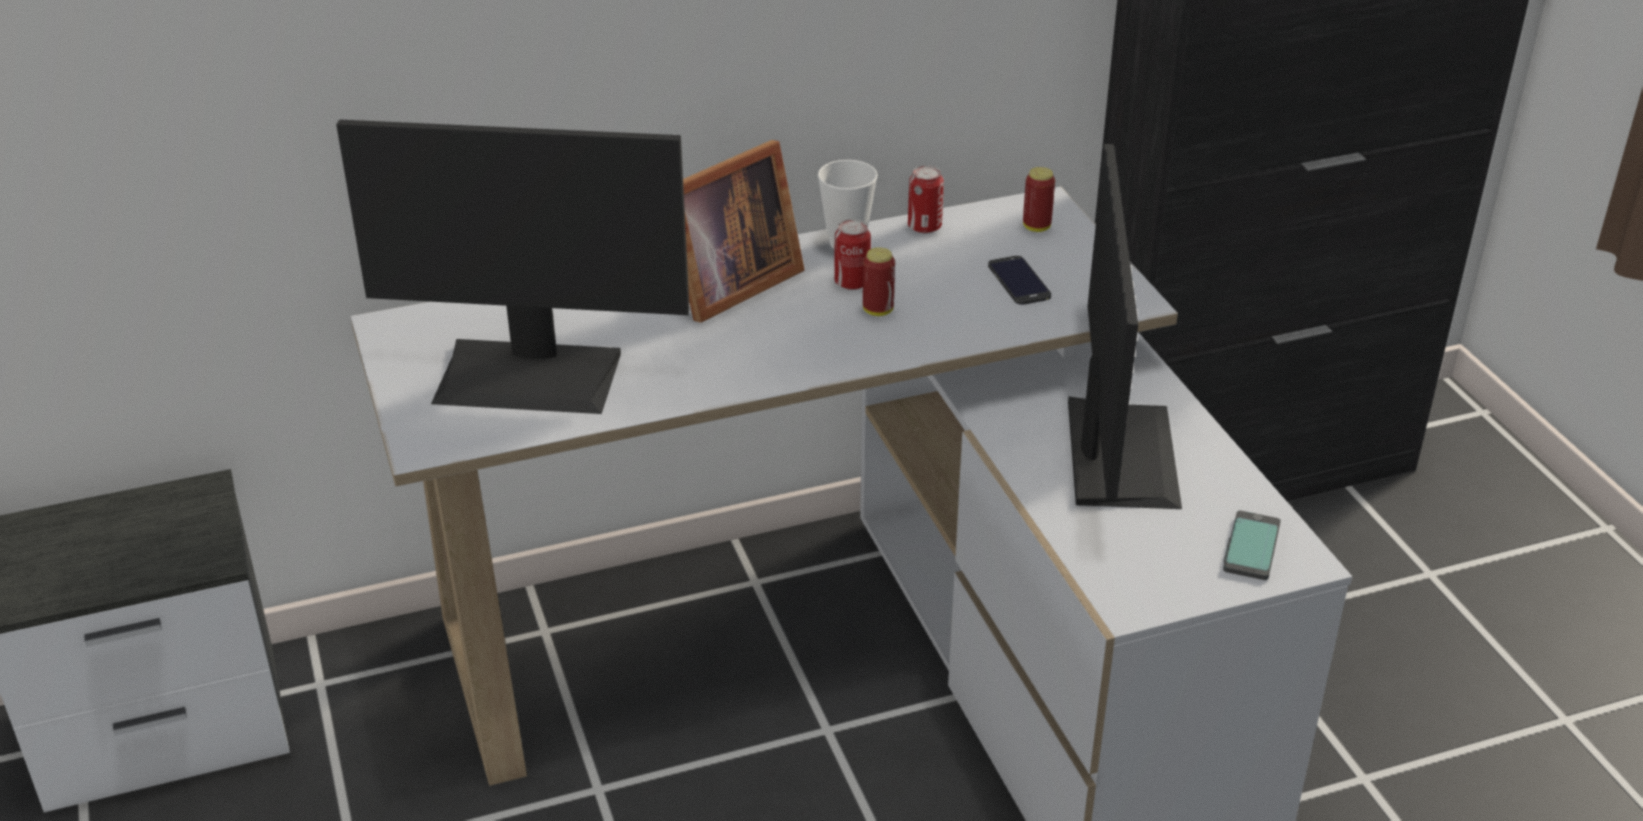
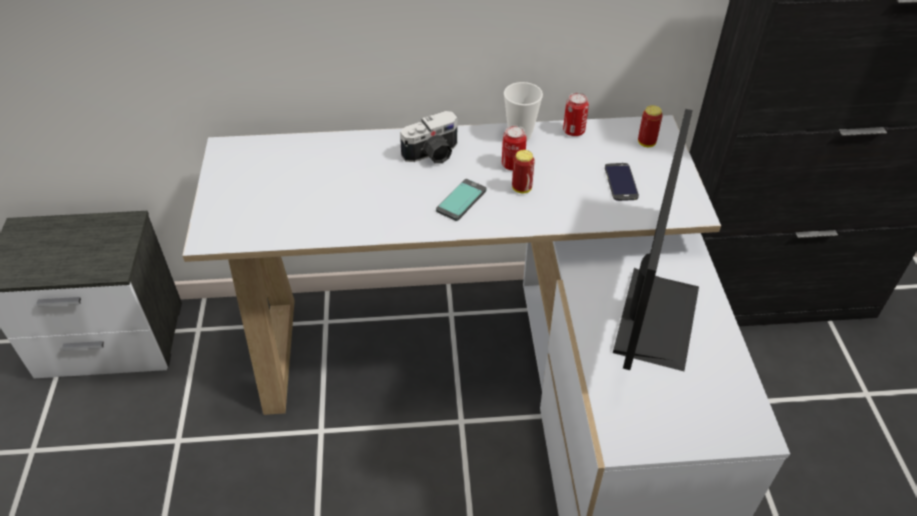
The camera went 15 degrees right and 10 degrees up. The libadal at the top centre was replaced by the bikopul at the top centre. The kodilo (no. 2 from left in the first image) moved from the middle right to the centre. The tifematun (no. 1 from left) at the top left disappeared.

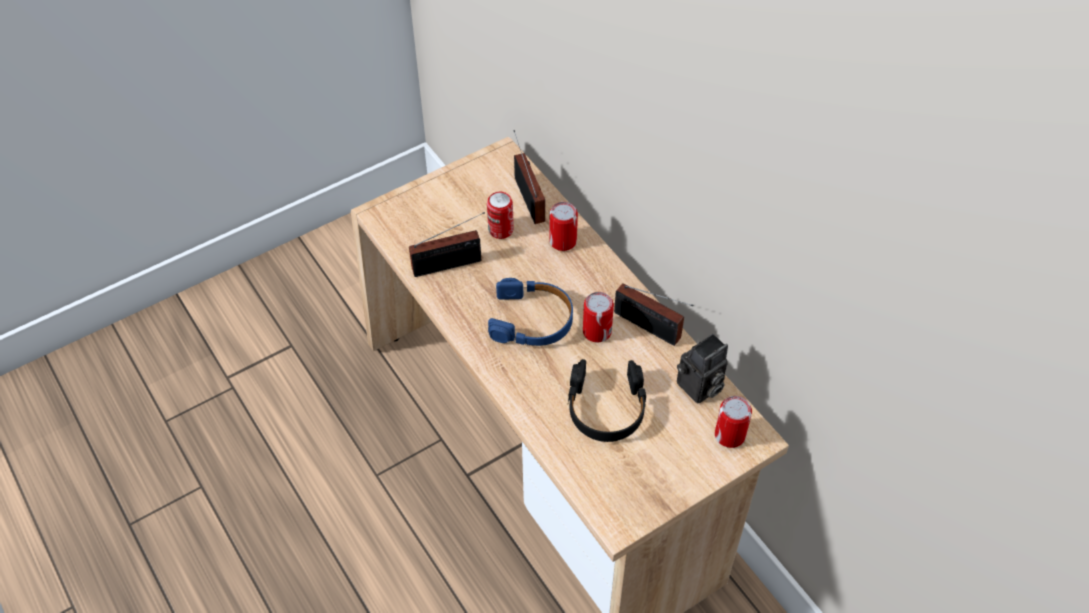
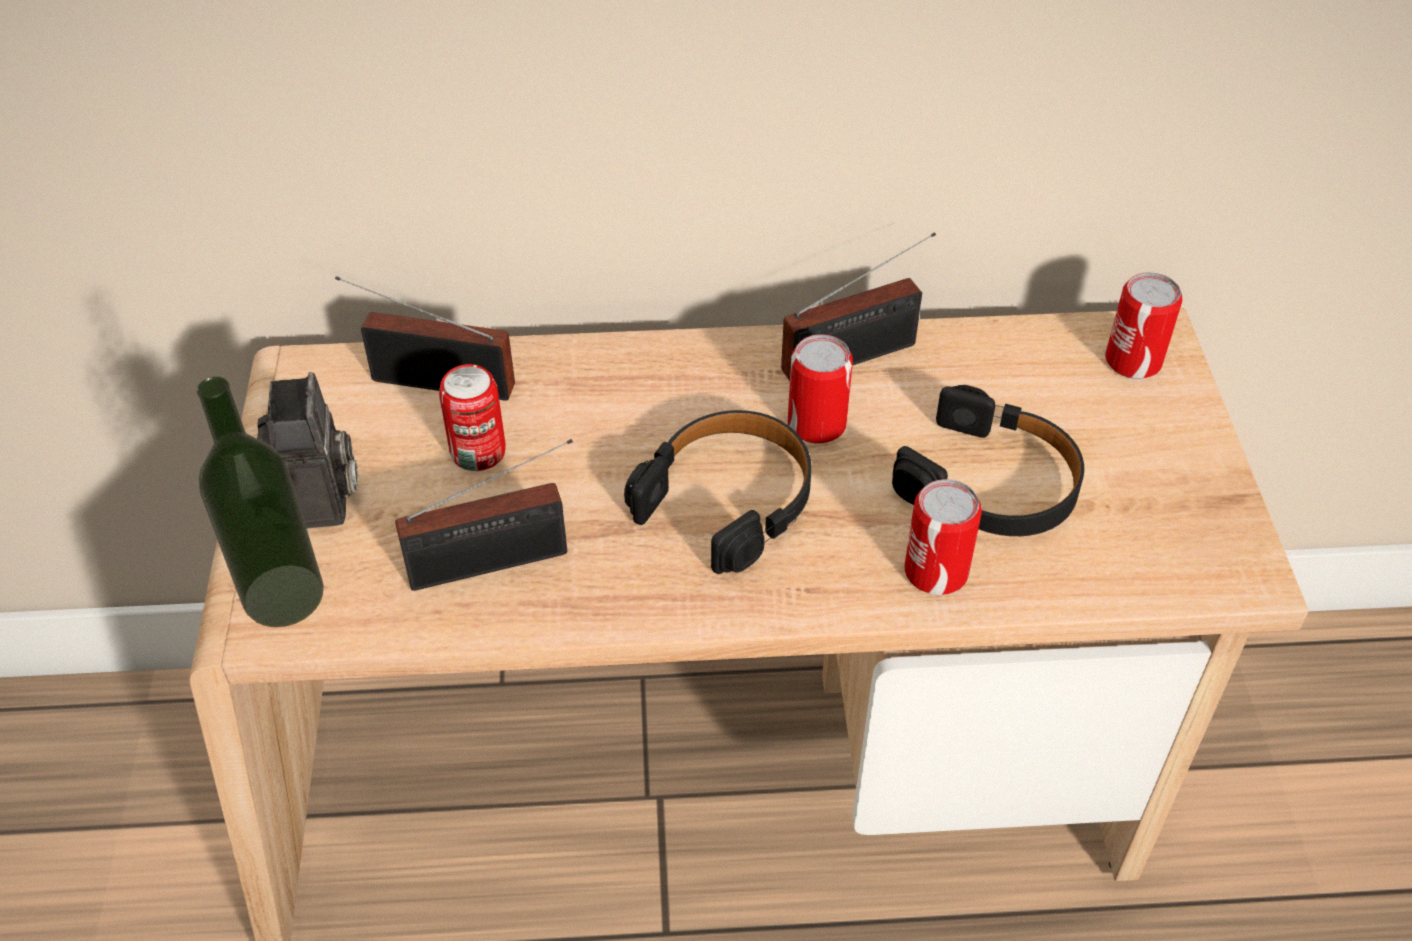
The camera went 60 degrees left and 5 degrees down. The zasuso at the middle left appeared. The bikopul moved from the centre to the middle left. The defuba (no. 1 from left in the first image) at the centre turned 60 degrees clockwise. The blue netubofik at the centre became the black netubofik (no. 1 from left) at the centre. The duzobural (no. 2 from left in the first image) moved from the centre to the middle right.

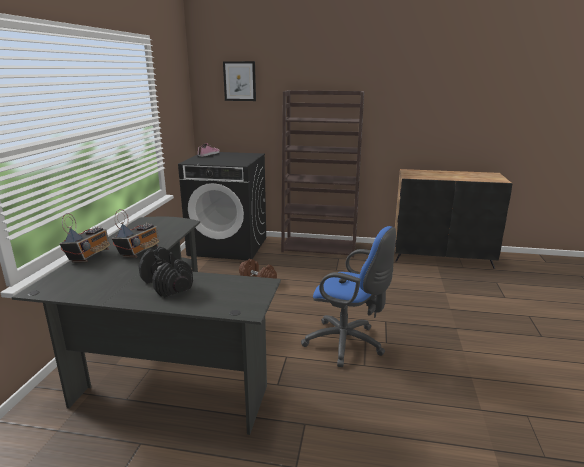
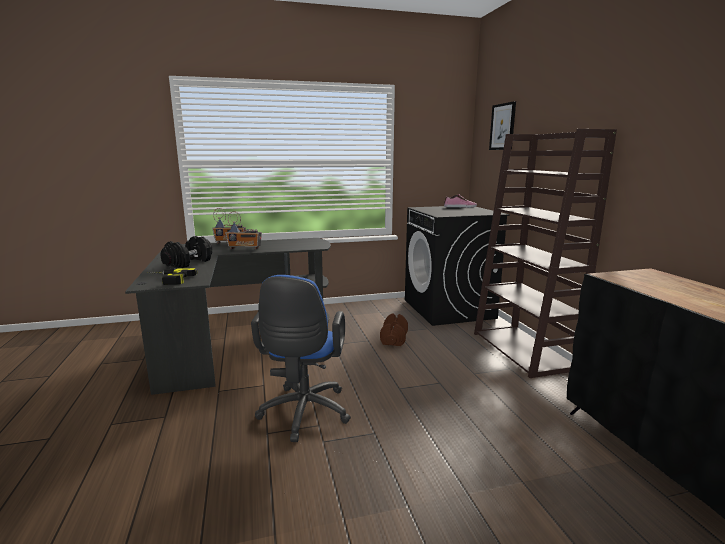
The camera went 65 degrees right and 5 degrees down. The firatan at the middle left appeared.

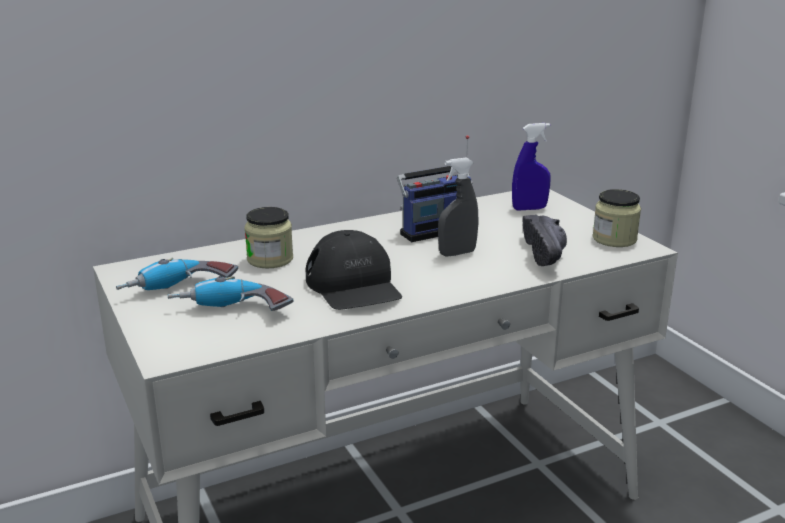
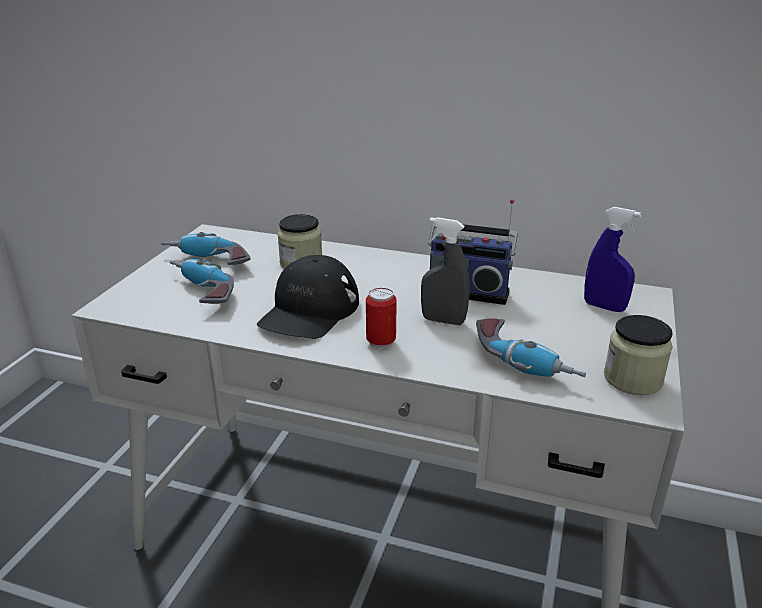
The camera went 45 degrees right and 5 degrees up. The duzobural at the centre appeared. The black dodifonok at the middle right was replaced by the firatan (no. 3 from left) at the middle right.

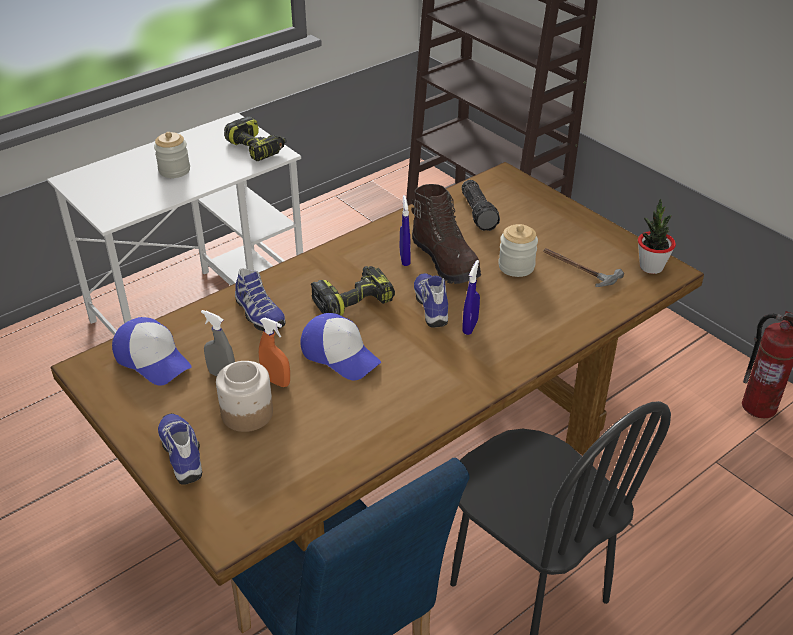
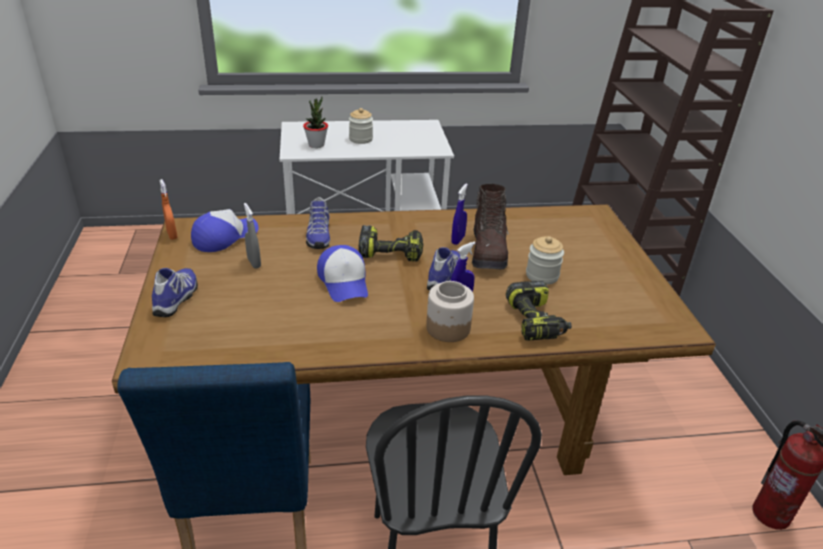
The camera went 30 degrees right and 5 degrees down. The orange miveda moved from the centre to the middle left. The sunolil (no. 1 from left) at the middle left turned 120 degrees counterclockwise. The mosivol moved from the middle right to the top centre. The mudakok (no. 2 from left) moved from the middle left to the centre. The firatan (no. 1 from left in the first image) moved from the top left to the centre. The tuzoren at the top centre disappeared. The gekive at the middle right disappeared.

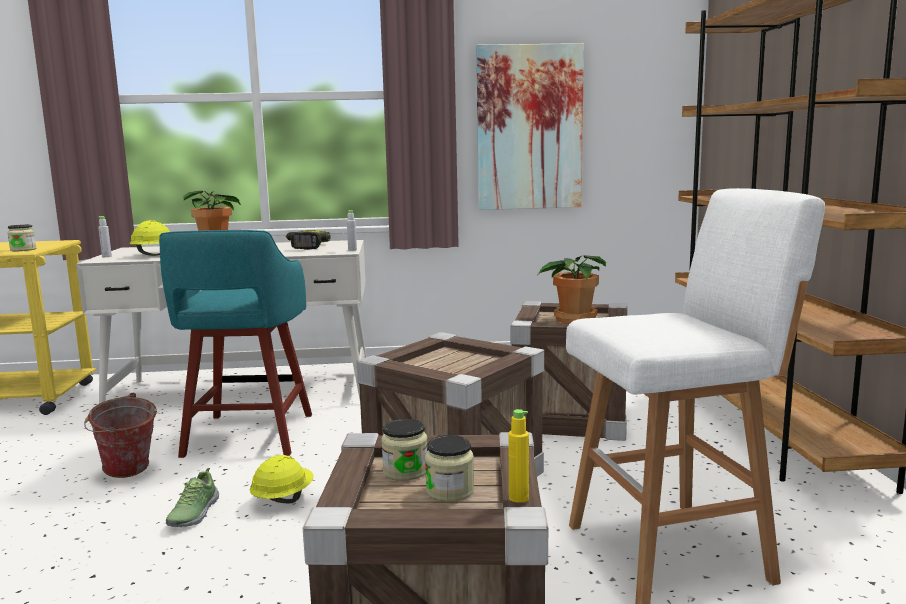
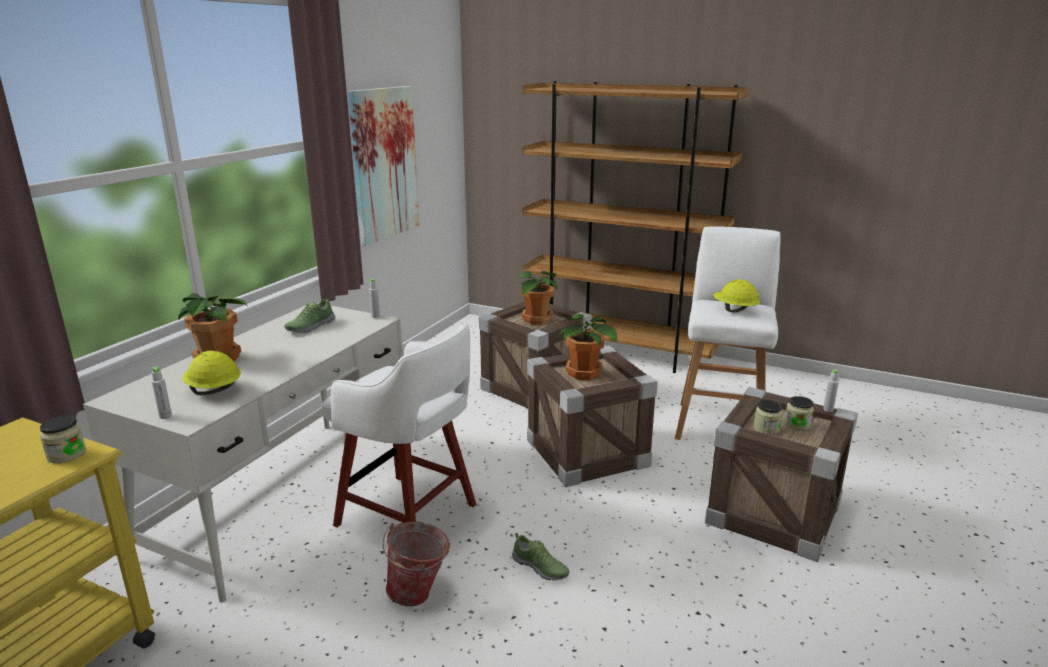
The camera went 60 degrees left and 10 degrees up. The firatan at the centre was replaced by the dodifonok (no. 1 from left) at the middle left. The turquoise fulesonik at the middle left became the white fulesonik (no. 1 from left) at the centre. The mosivol (no. 3 from left) at the centre appeared. The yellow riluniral (no. 2 from left) moved from the bottom left to the middle right. The yellow zasuso at the bottom centre became the grey zasuso (no. 3 from left) at the middle right.

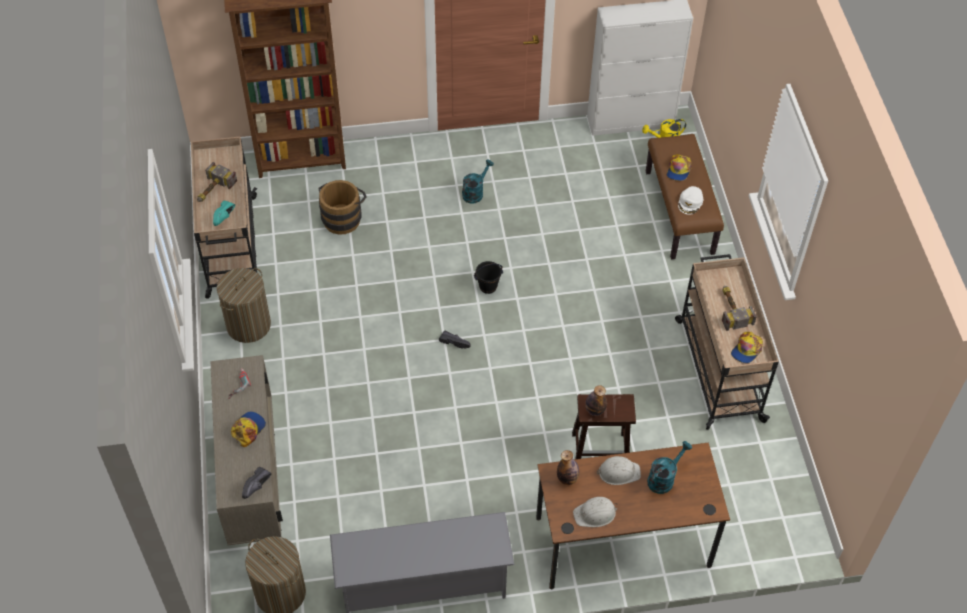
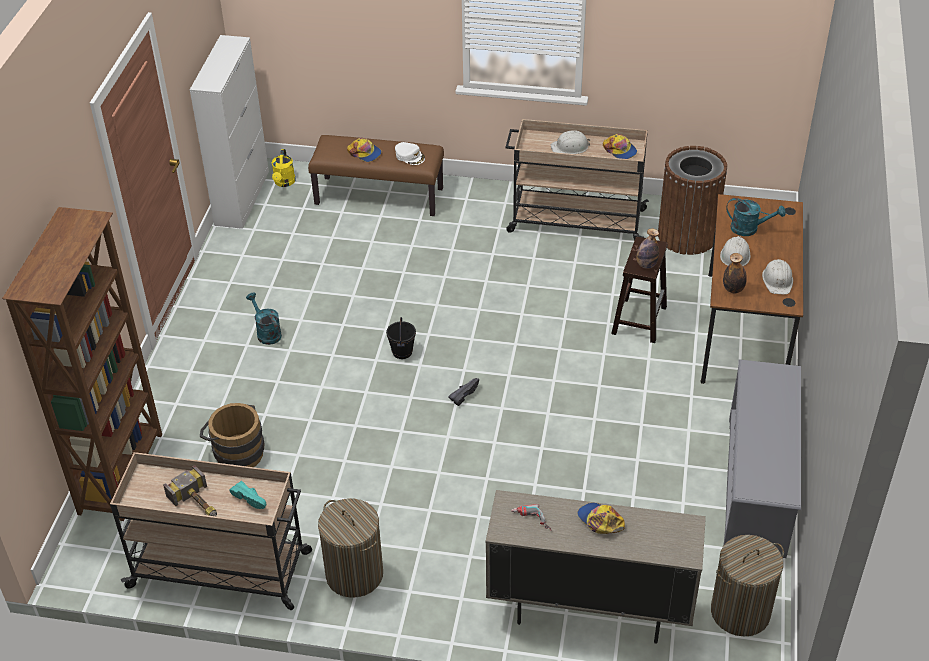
The camera went 70 degrees left and 10 degrees down. The gekive (no. 2 from left) at the middle right was replaced by the white riluniral (no. 1 from left) at the top centre. The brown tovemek at the top right appeared. The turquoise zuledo (no. 2 from left) at the bottom right turned 135 degrees clockwise. The black dodifonok (no. 1 from left) at the bottom left disappeared.

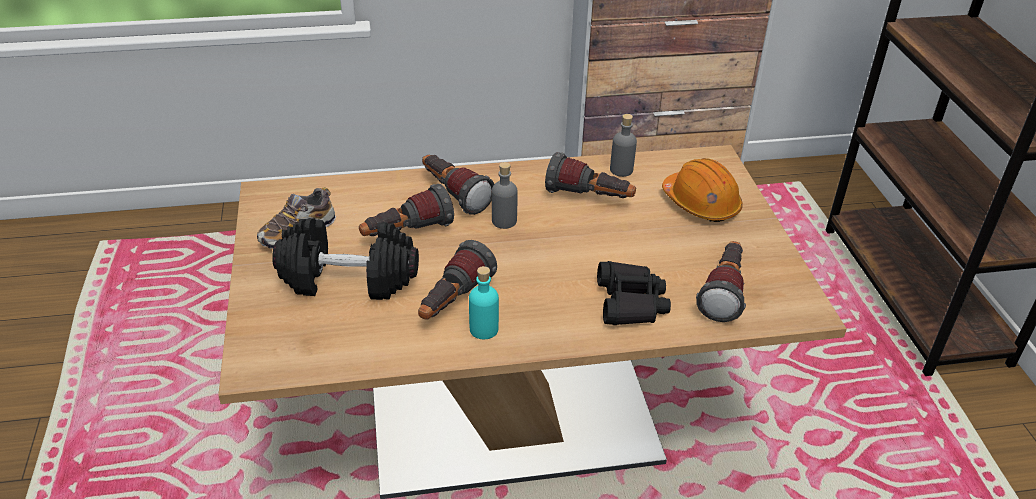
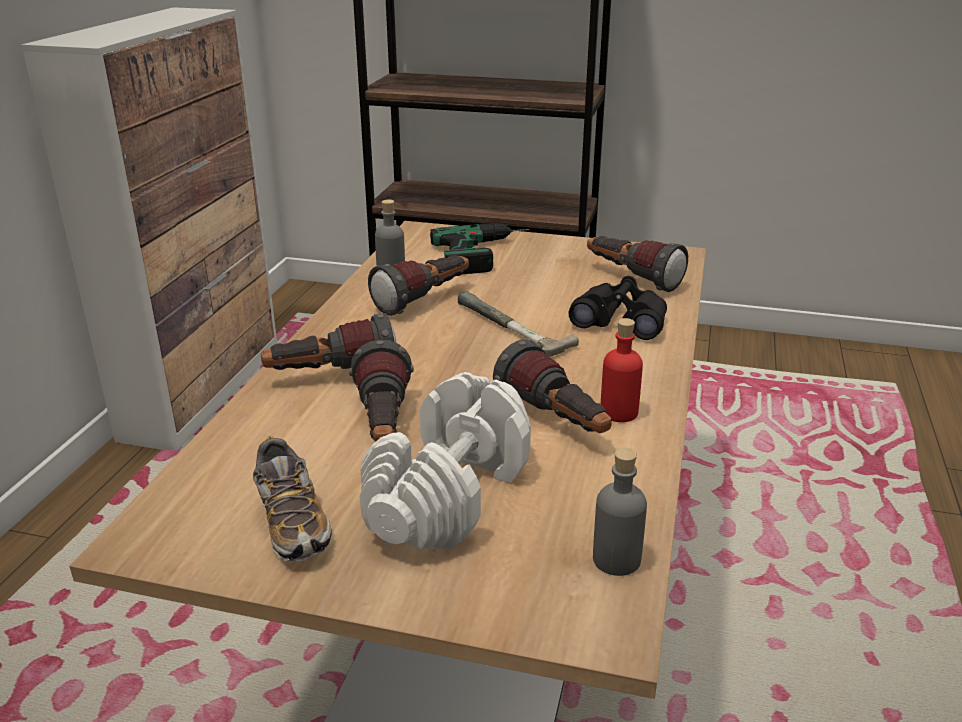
The camera went 65 degrees left and 10 degrees down. The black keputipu at the middle left became the white keputipu at the centre. The orange riluniral at the middle right was replaced by the firatan at the centre. The gekive at the centre appeared. The grey zasuso (no. 1 from left in the first image) moved from the centre to the bottom centre. The turquoise zasuso at the centre became the red zasuso at the centre.

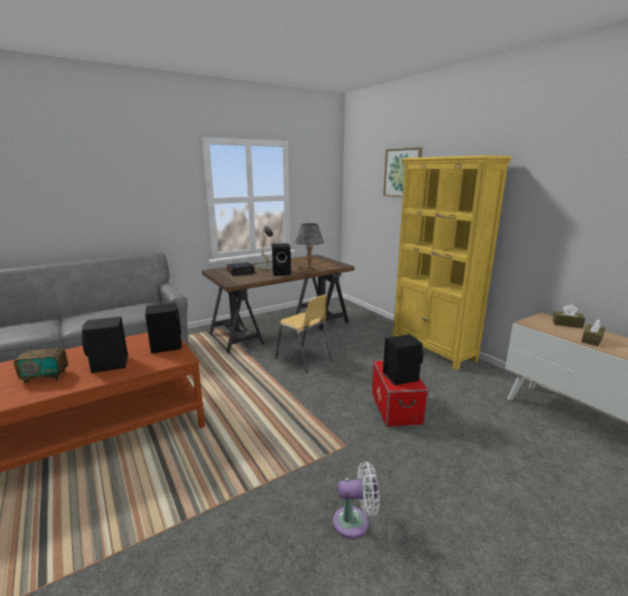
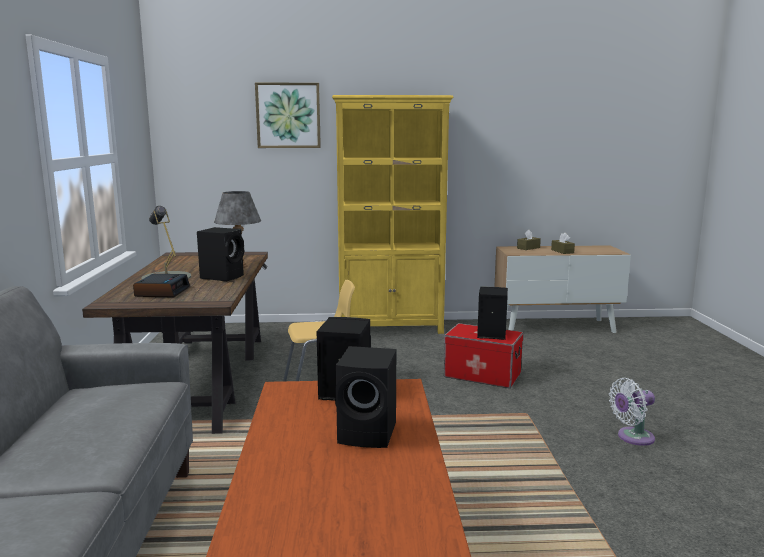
The camera went 60 degrees left and 5 degrees down. The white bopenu at the bottom centre turned 135 degrees counterclockwise. The defuba at the middle left disappeared.

